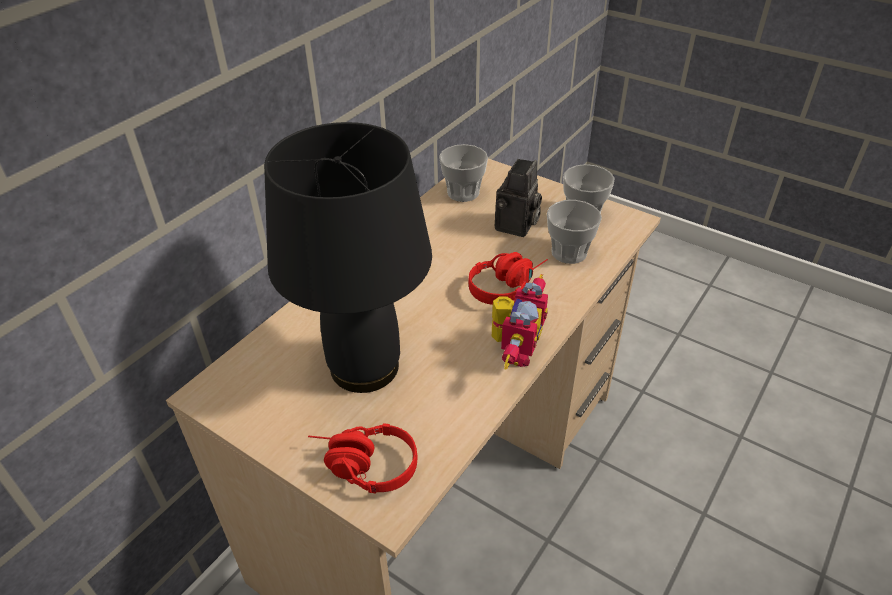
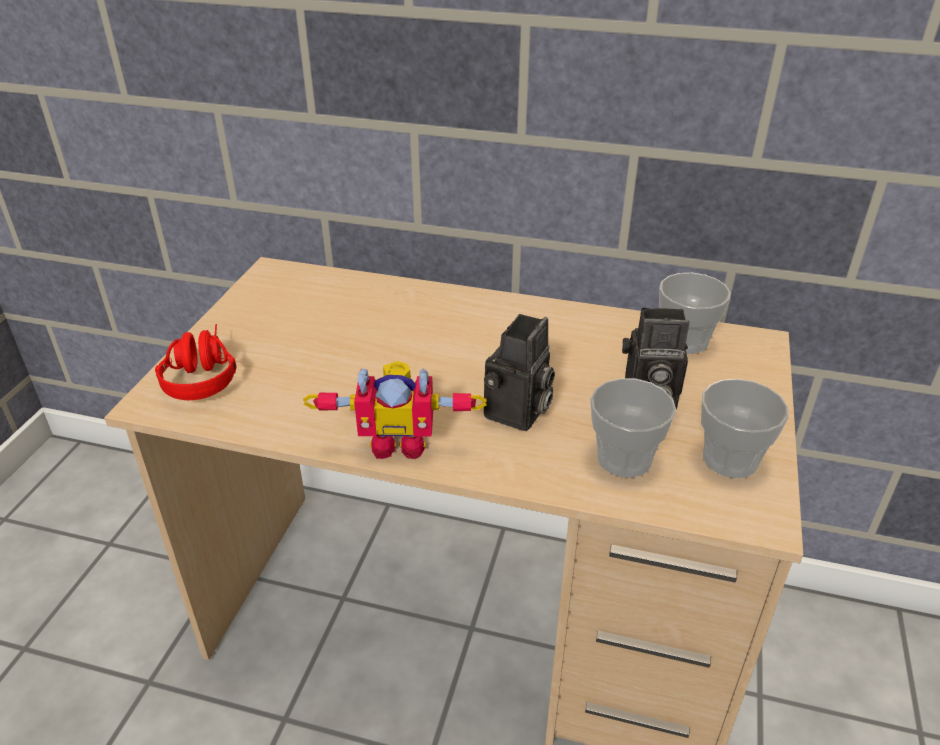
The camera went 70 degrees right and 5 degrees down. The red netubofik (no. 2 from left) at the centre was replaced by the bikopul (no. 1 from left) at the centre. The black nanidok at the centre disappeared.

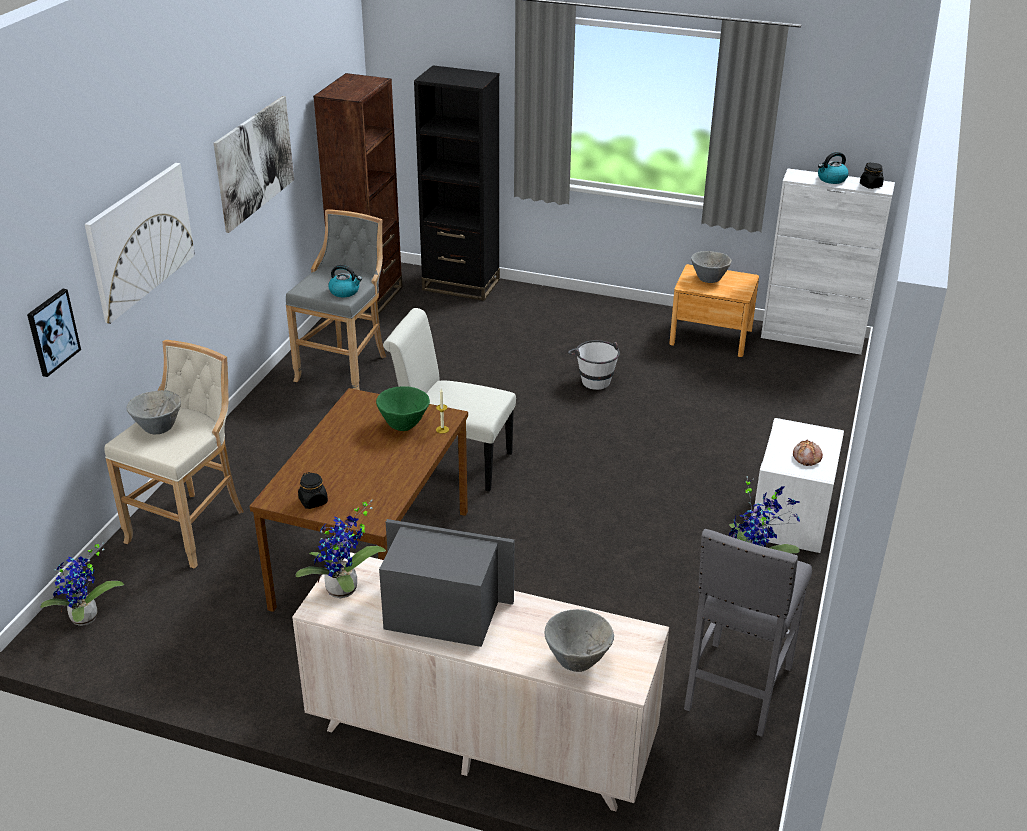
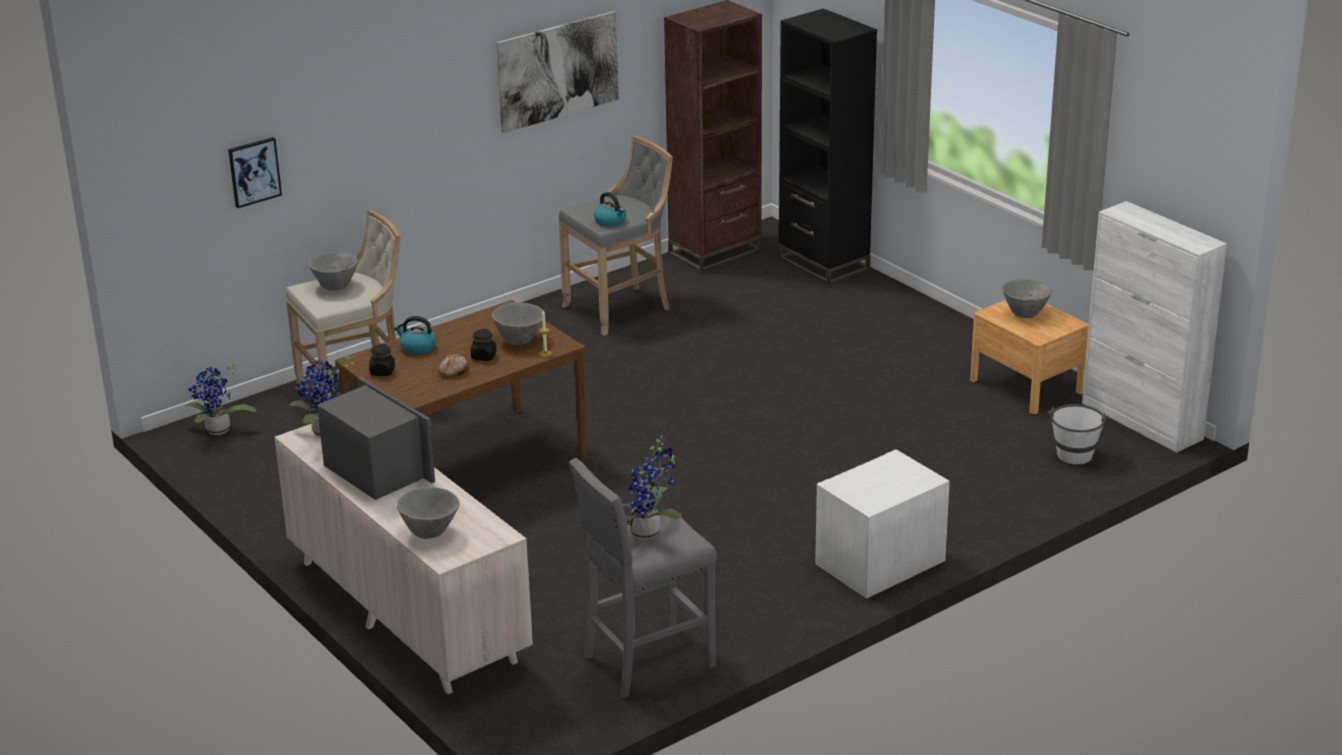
The camera went 35 degrees right and 5 degrees down. The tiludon (no. 2 from left in the first image) moved from the top right to the middle left. The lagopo moved from the middle right to the centre. The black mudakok (no. 2 from left) moved from the top right to the centre. The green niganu at the centre became the grey niganu (no. 3 from left) at the centre. The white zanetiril moved from the centre to the middle right. The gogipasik (no. 2 from left) at the top left disappeared. The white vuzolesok at the centre disappeared.

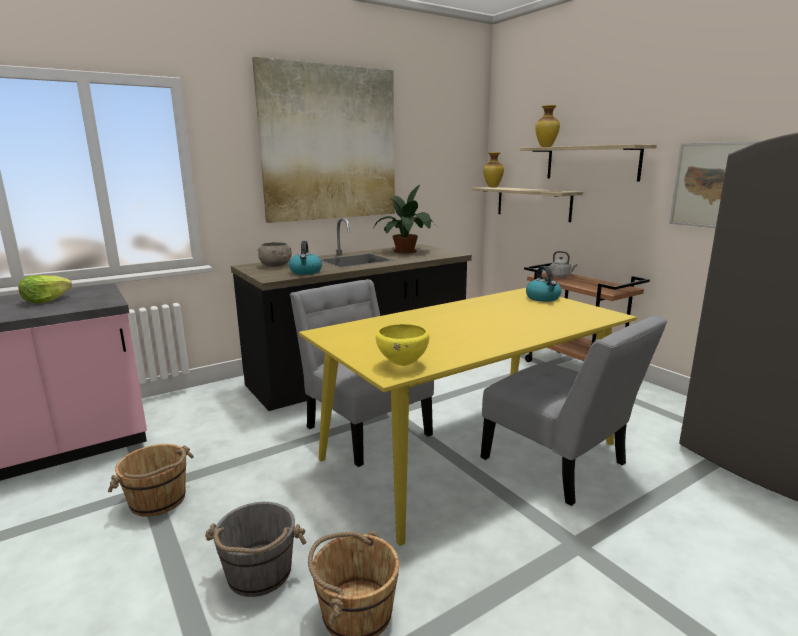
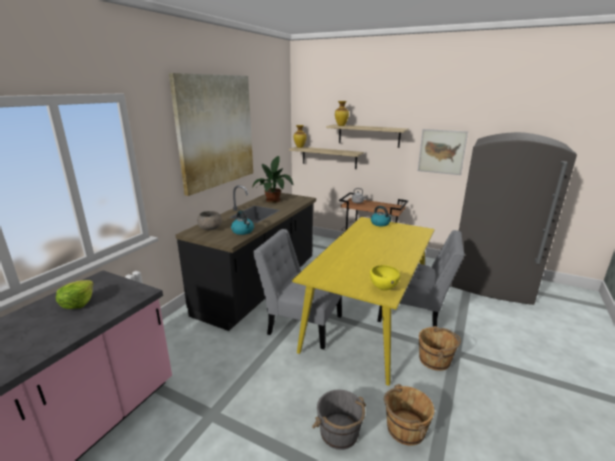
The camera went 30 degrees left and 5 degrees up. The brown zanetiril (no. 1 from left in the first image) moved from the bottom left to the bottom right.

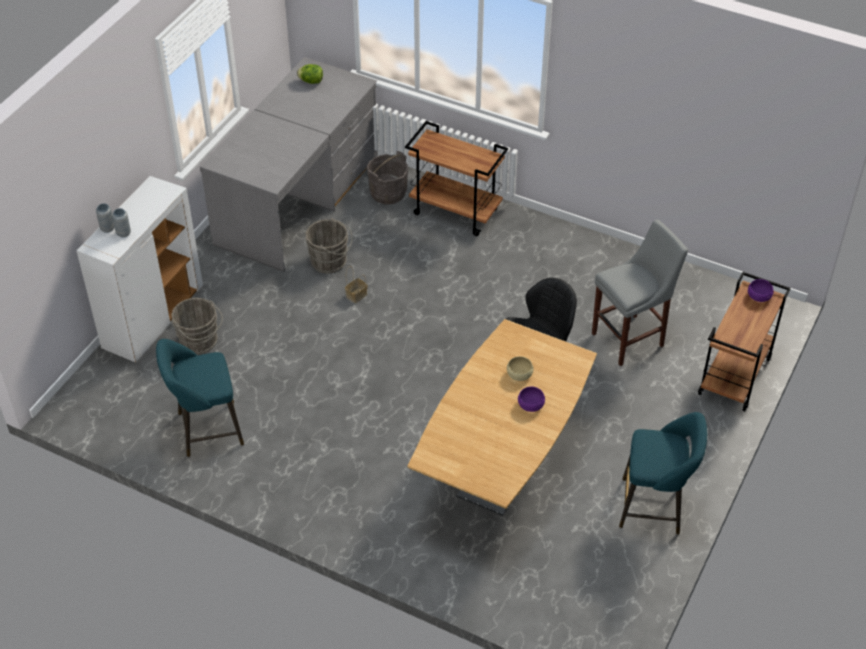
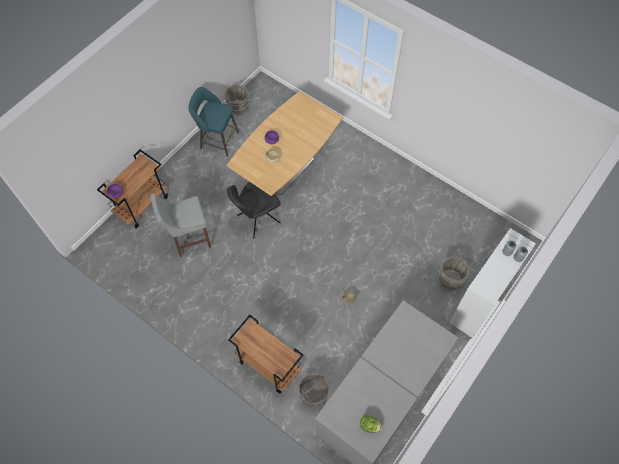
The camera went 170 degrees left and 15 degrees up. The grey zanetiril (no. 2 from left in the first image) moved from the centre to the top centre. The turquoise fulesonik (no. 1 from left) at the middle left disappeared.

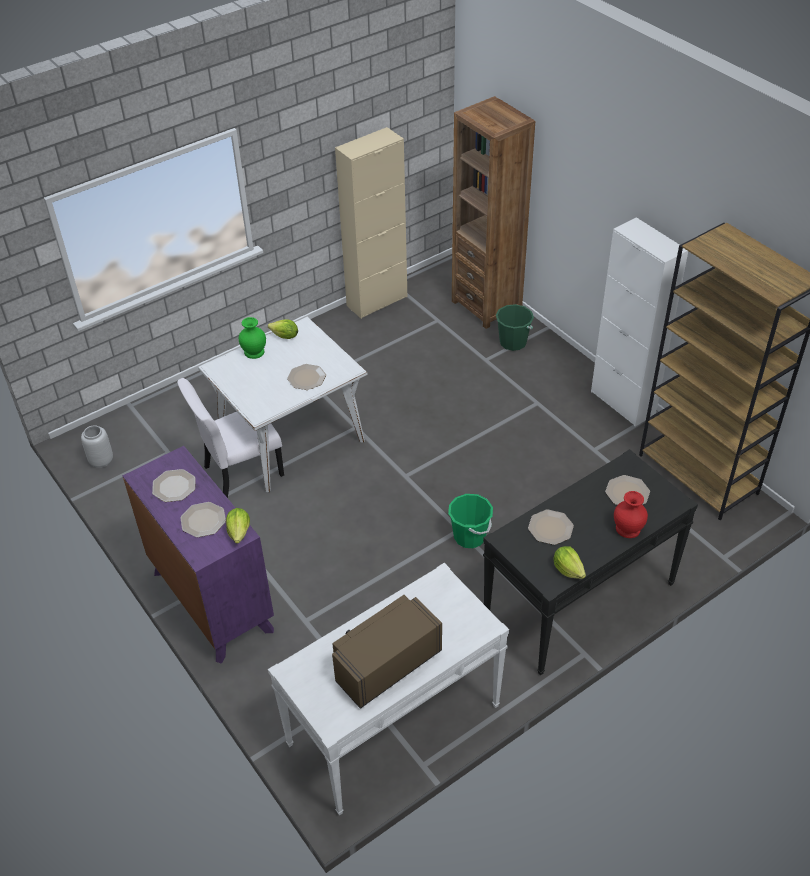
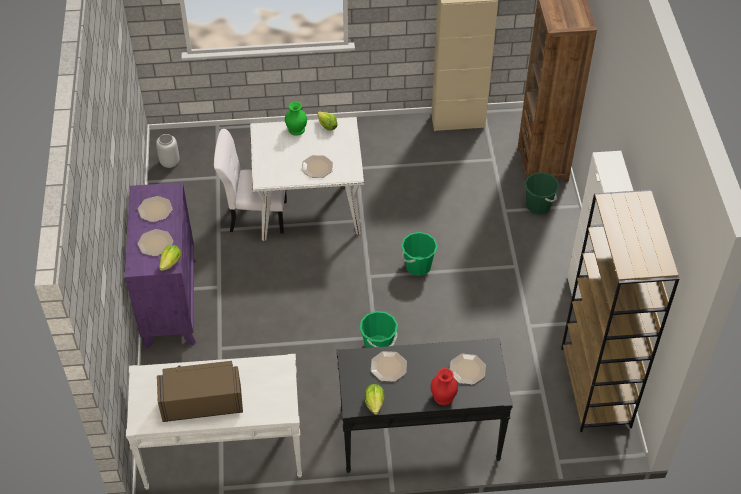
The camera went 30 degrees right and 5 degrees up. The green zanetiril (no. 2 from left) at the centre appeared.

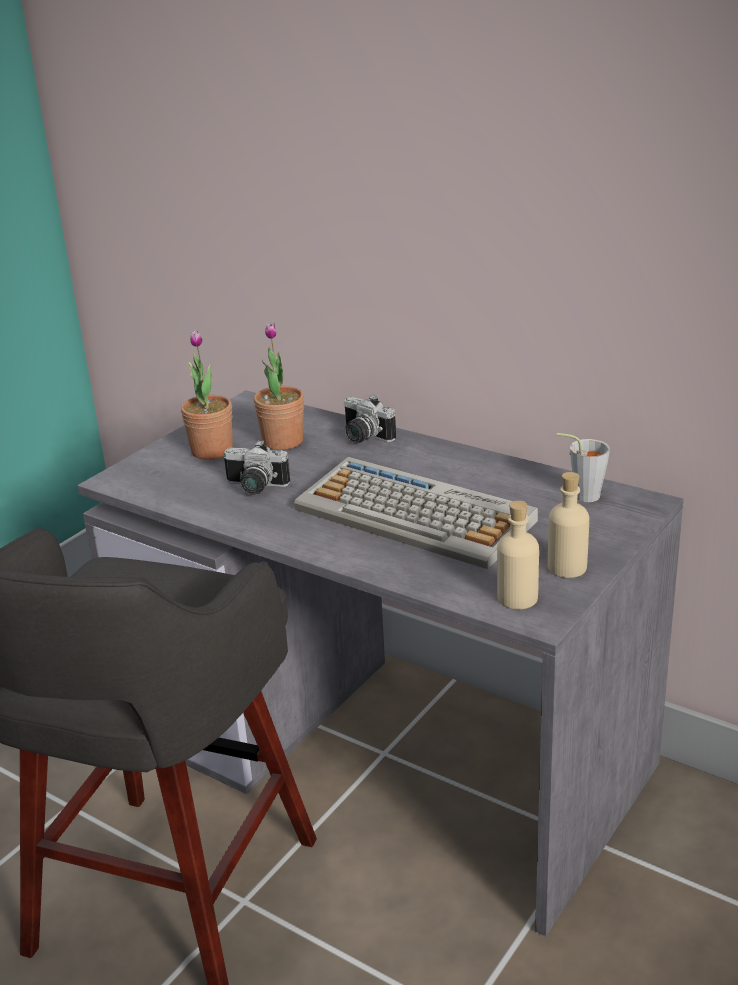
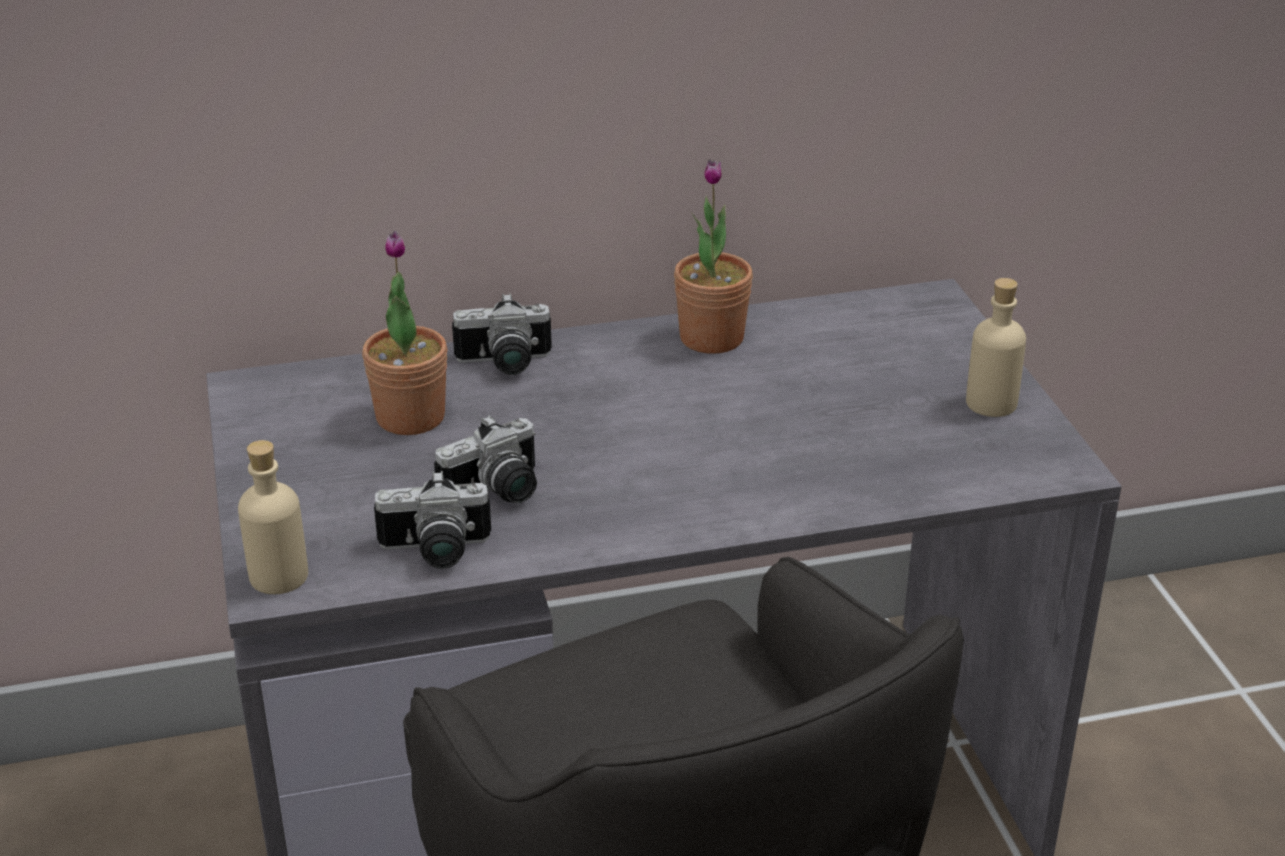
The camera went 50 degrees left and 5 degrees up. The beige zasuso (no. 1 from left) moved from the middle right to the middle left. The bikopul (no. 1 from left) at the centre appeared. The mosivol (no. 1 from left in the first image) moved from the middle left to the top centre. The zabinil at the centre disappeared. The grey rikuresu at the middle right disappeared.

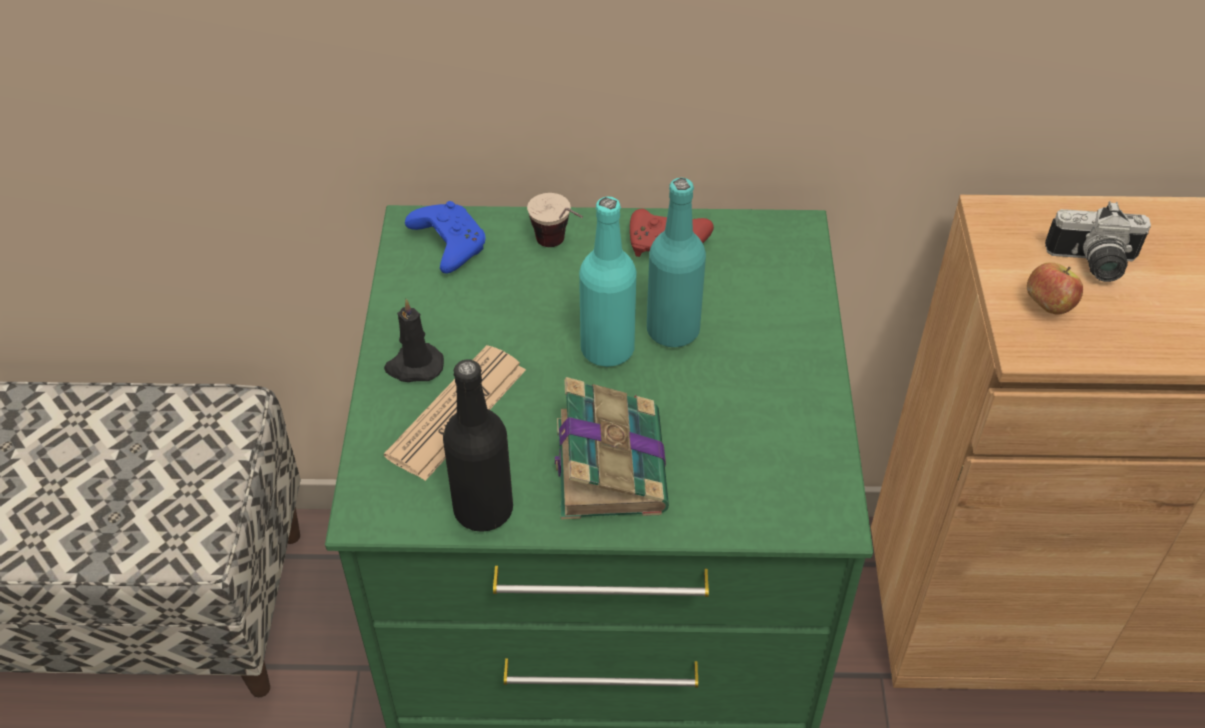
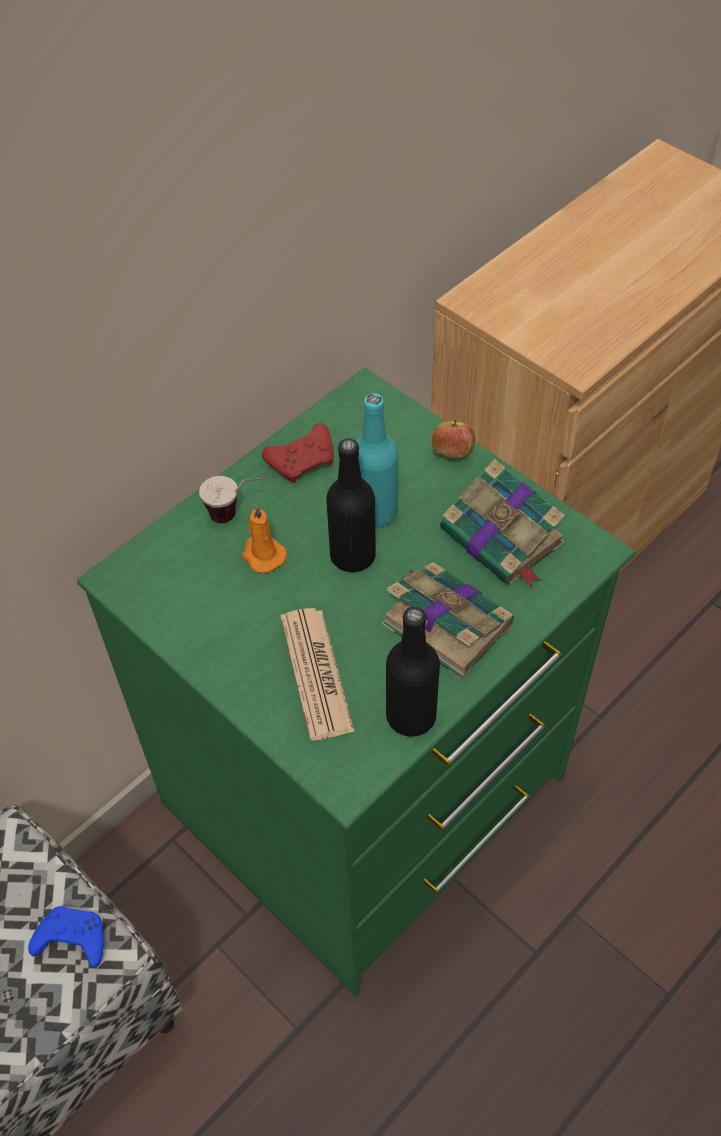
The camera went 45 degrees left and 5 degrees up. The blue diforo moved from the top centre to the bottom left. The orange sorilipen at the centre appeared. The turquoise zasuso (no. 1 from left) at the centre became the black zasuso (no. 1 from left) at the centre. The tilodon moved from the middle right to the centre. The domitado (no. 2 from left) at the middle right appeared. The black sorilipen at the centre disappeared. The bikopul at the top right disappeared.

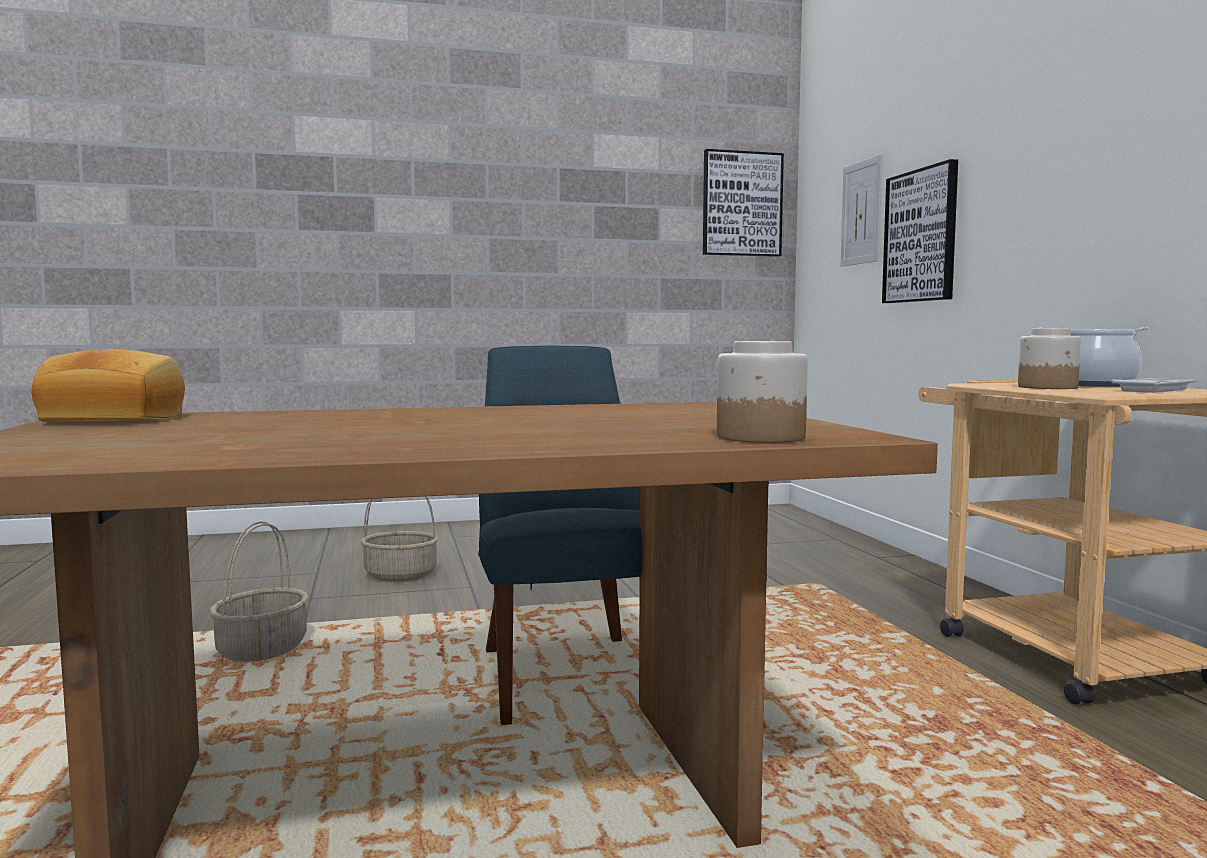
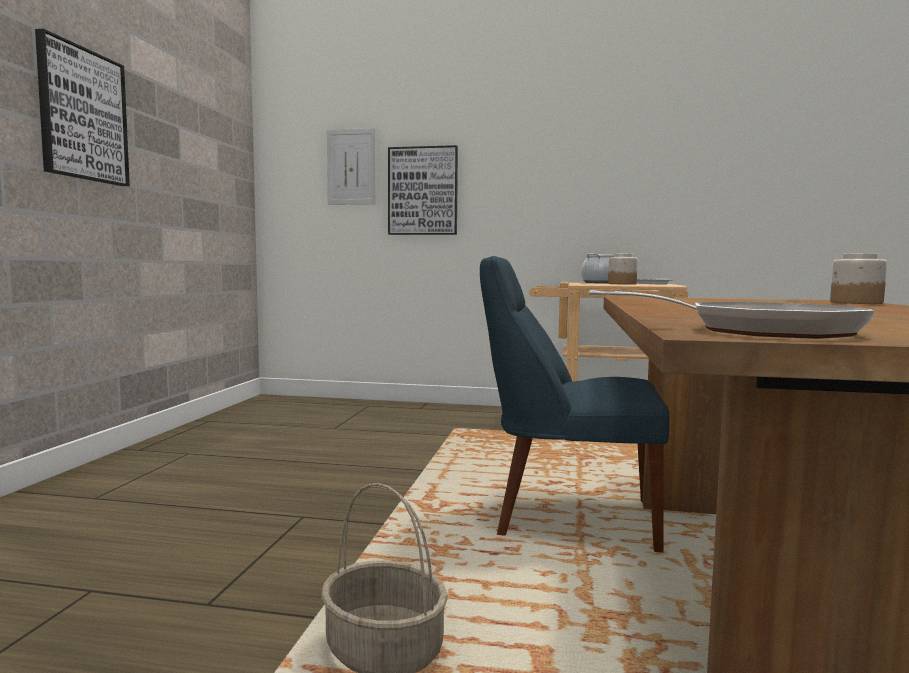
The camera went 65 degrees left and 0 degrees up. The gogipasik (no. 1 from left) moved from the top centre to the top left. The lagopo at the middle left was replaced by the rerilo at the middle right. The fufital (no. 2 from left) at the middle left disappeared.

